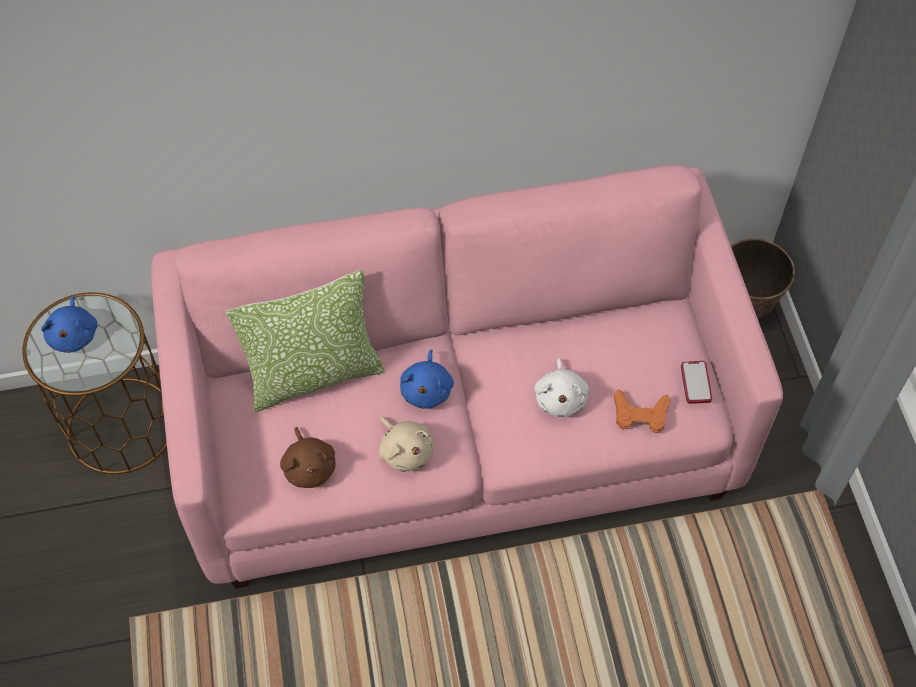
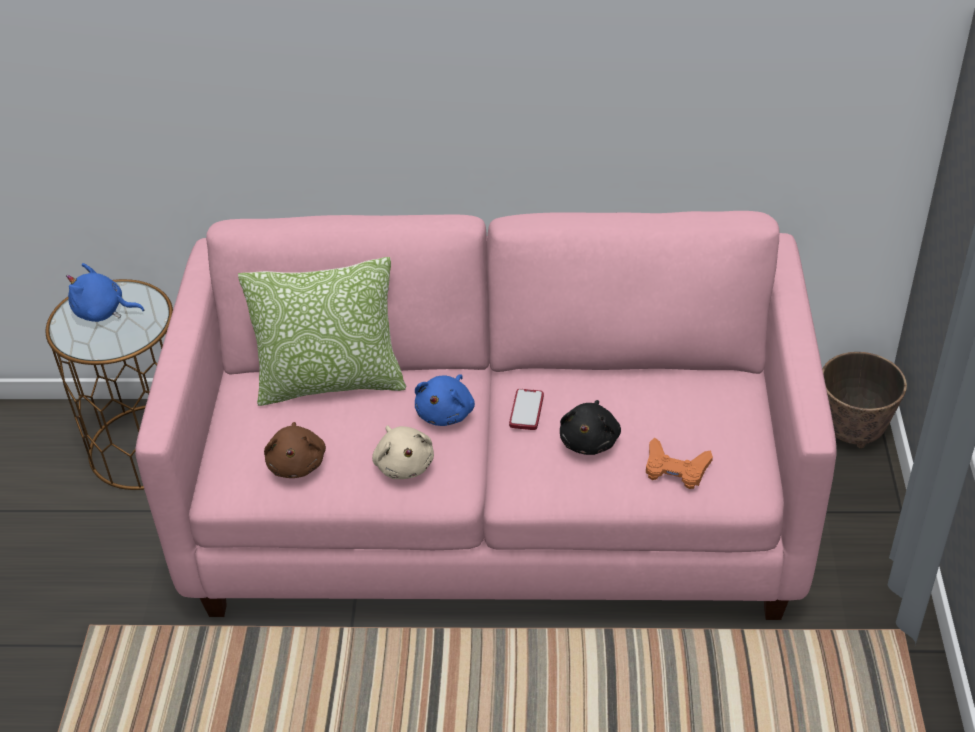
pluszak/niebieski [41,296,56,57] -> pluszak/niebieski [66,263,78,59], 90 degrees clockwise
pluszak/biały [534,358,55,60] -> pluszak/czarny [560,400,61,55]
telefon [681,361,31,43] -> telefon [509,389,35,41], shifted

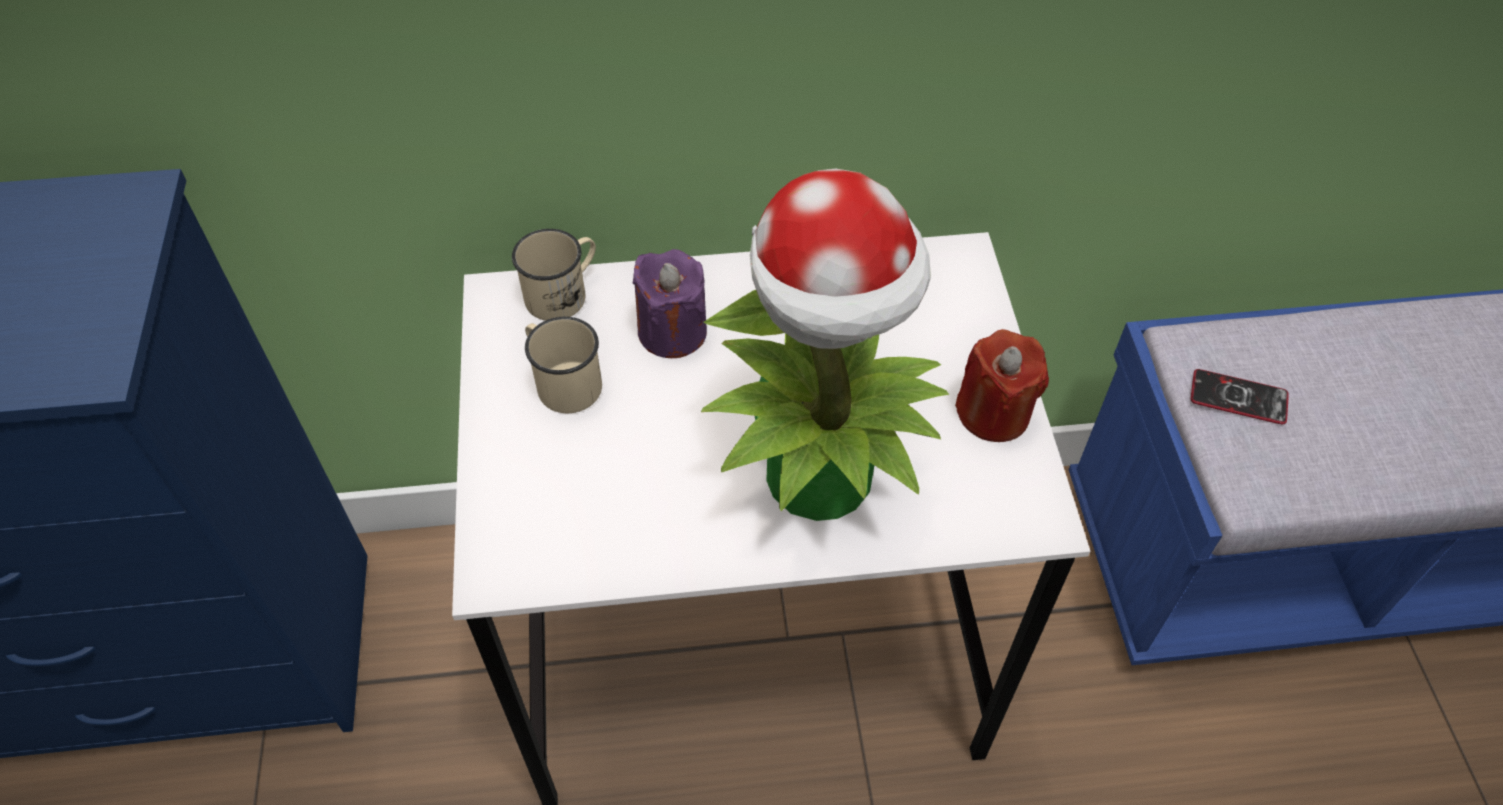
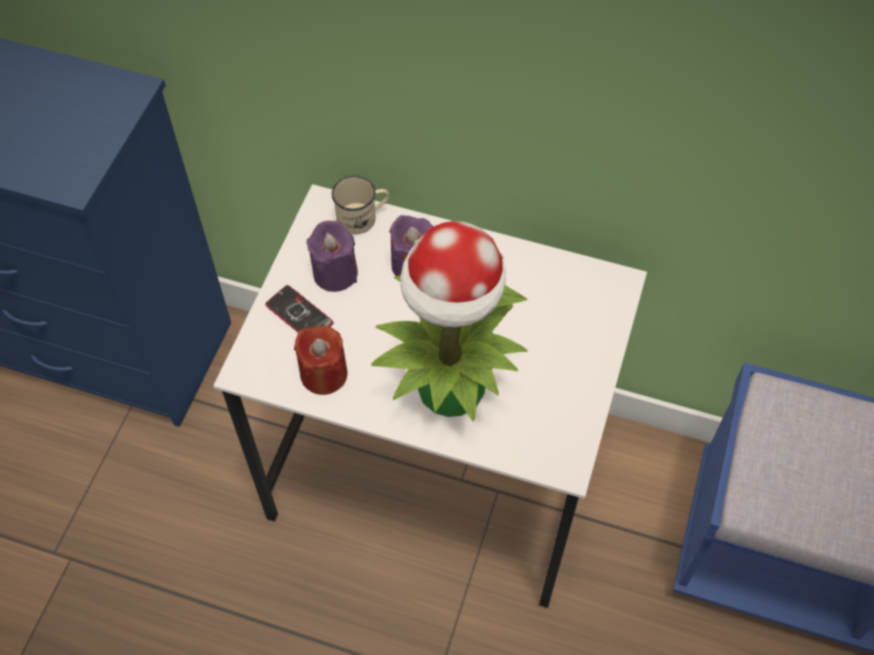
kubek/beżowy [525,317,77,96] -> świeca/fioletowy [306,221,52,71]
świeca/czerwony [955,329,94,113] -> świeca/czerwony [294,325,54,70], shifted
telefon [1191,369,98,56] -> telefon [265,285,68,47], shifted

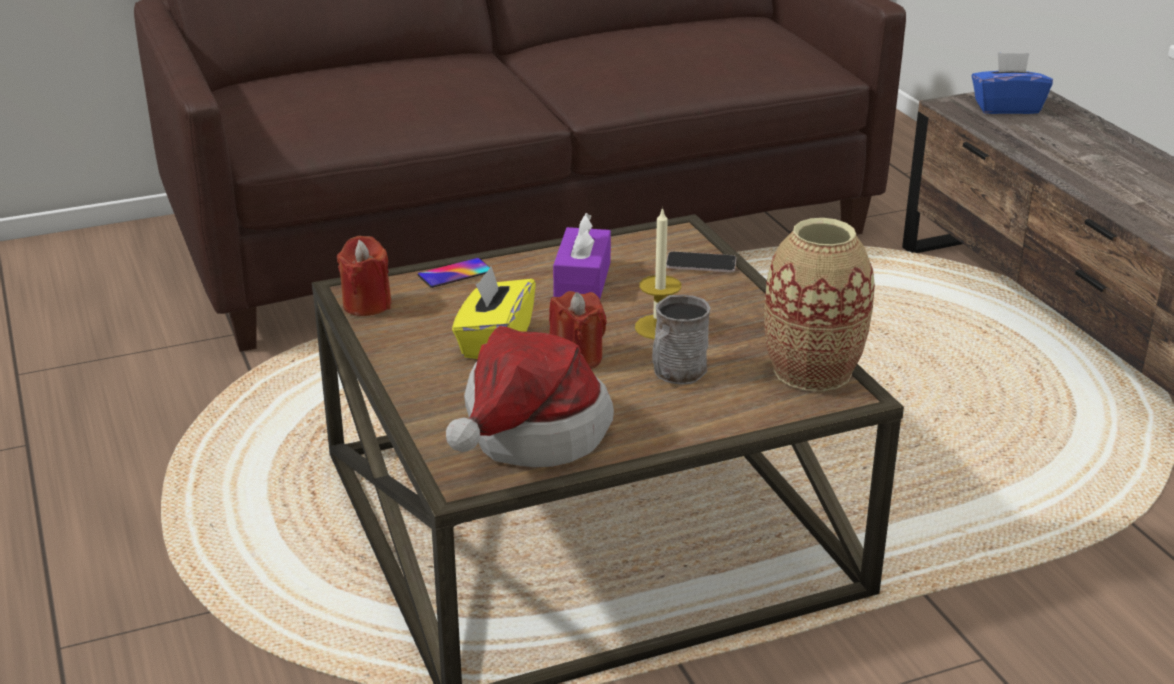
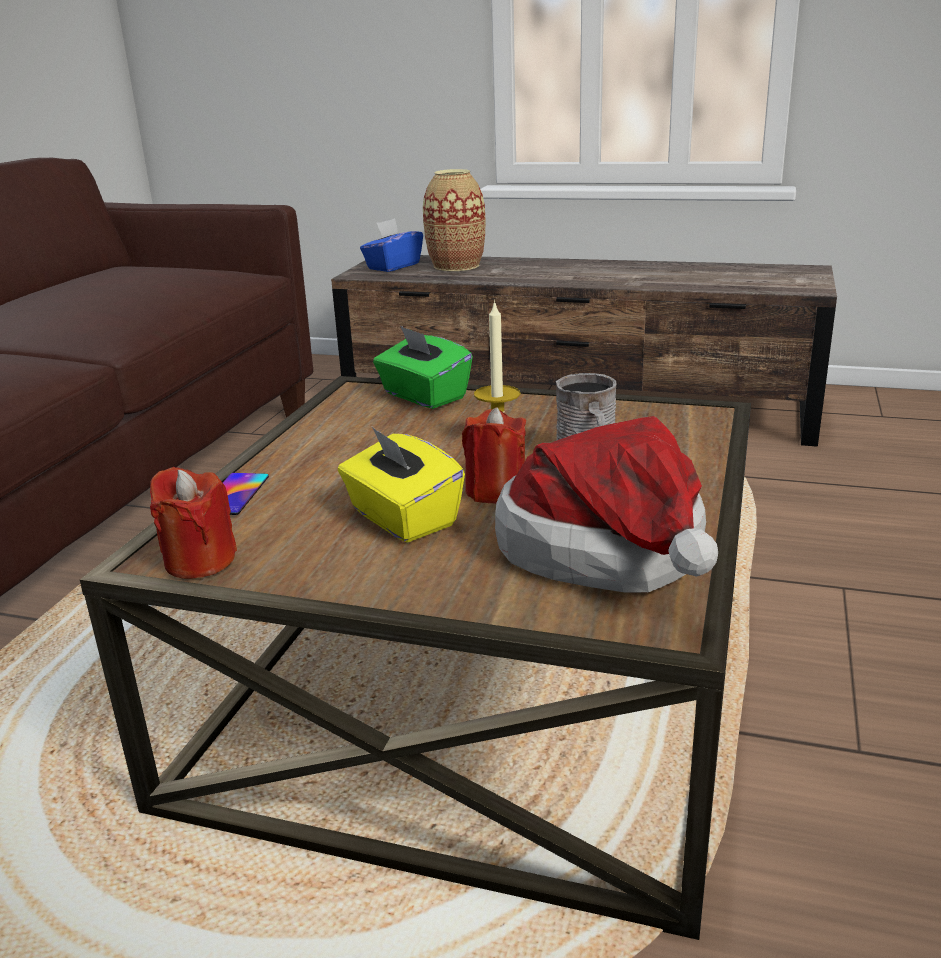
pudełko chusteczek/fioletowy [553,213,58,85] -> none
wazon [764,218,111,173] -> wazon [423,169,63,102], shifted
telefon [666,251,70,21] -> pudełko chusteczek/zielony [373,326,100,83]

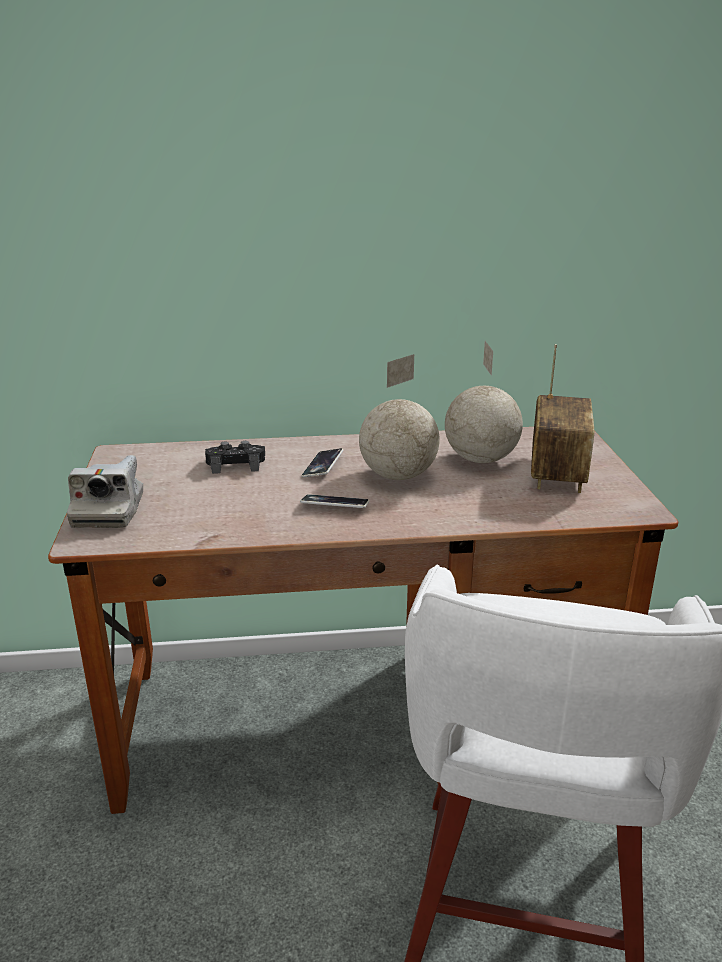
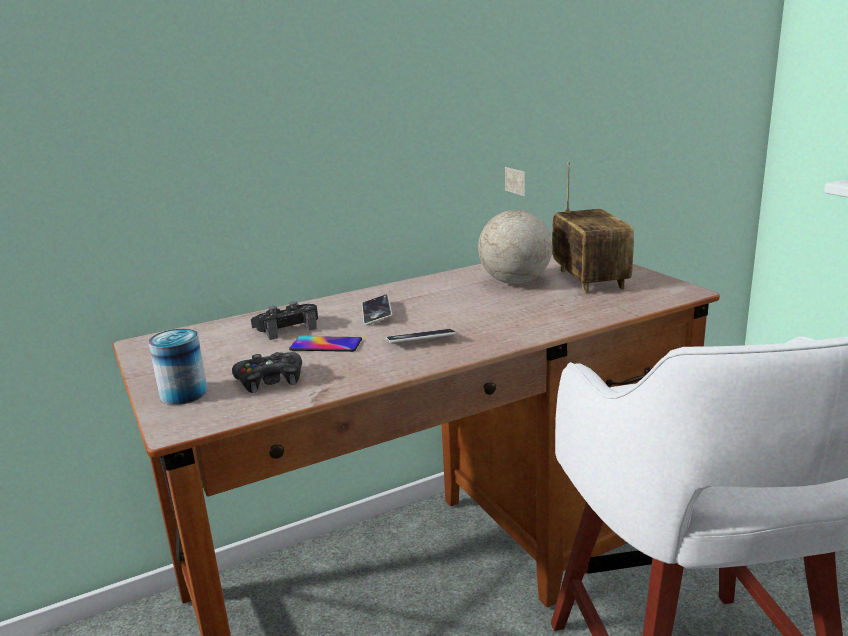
globus [359,354,81,126] -> none
aparat fotograficzny [67,455,76,73] -> puszka [148,329,60,76]
none -> telefon [289,336,73,16]
none -> pad do gier/czarny [232,352,70,41]

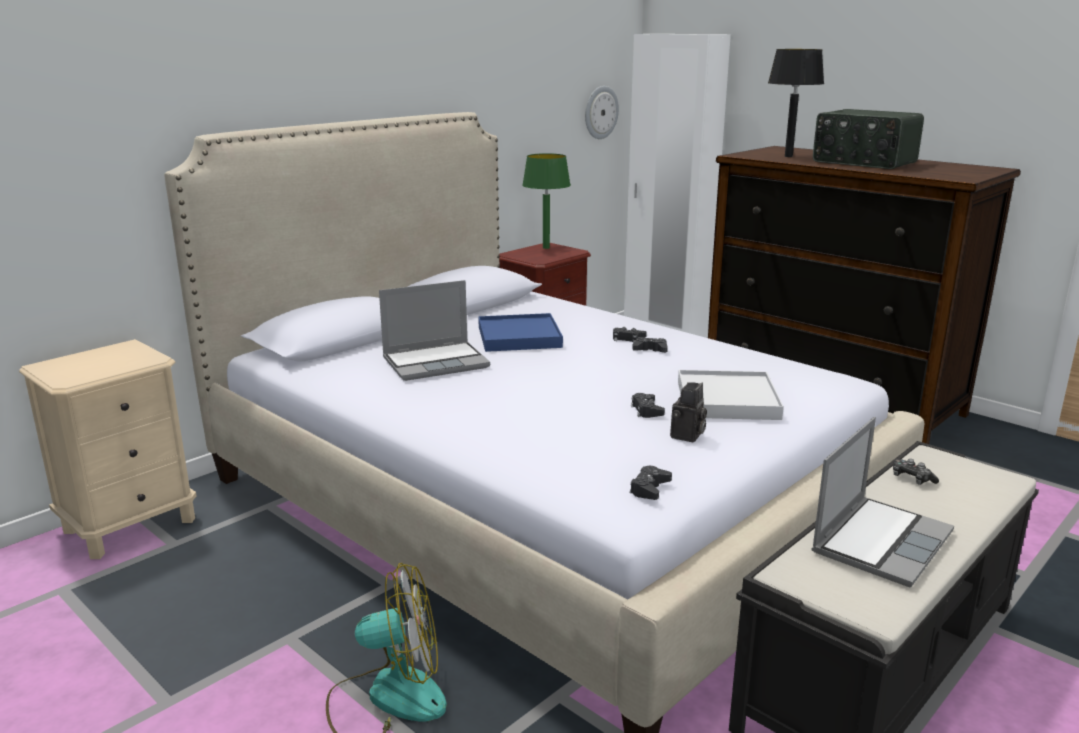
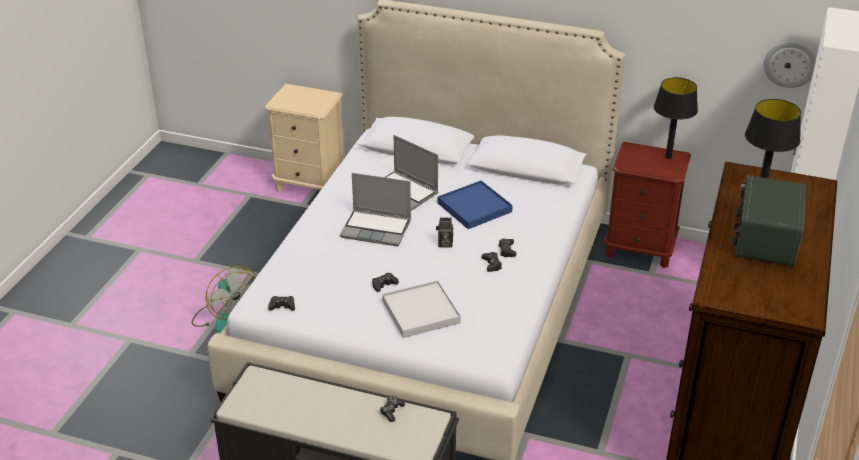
lampa stołowa/zielony [522,153,49,96] -> lampa stołowa/czarny [654,77,44,82]
aparat fotograficzny [670,382,37,60] -> aparat fotograficzny [436,217,17,31], shifted
laptop [811,417,143,170] -> laptop [340,173,71,73], shifted

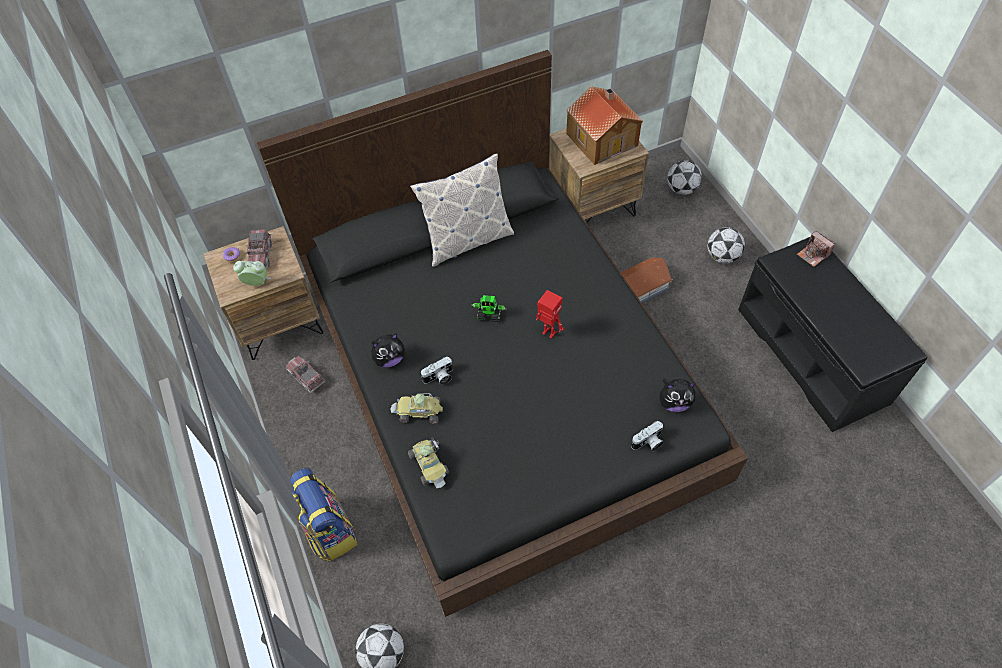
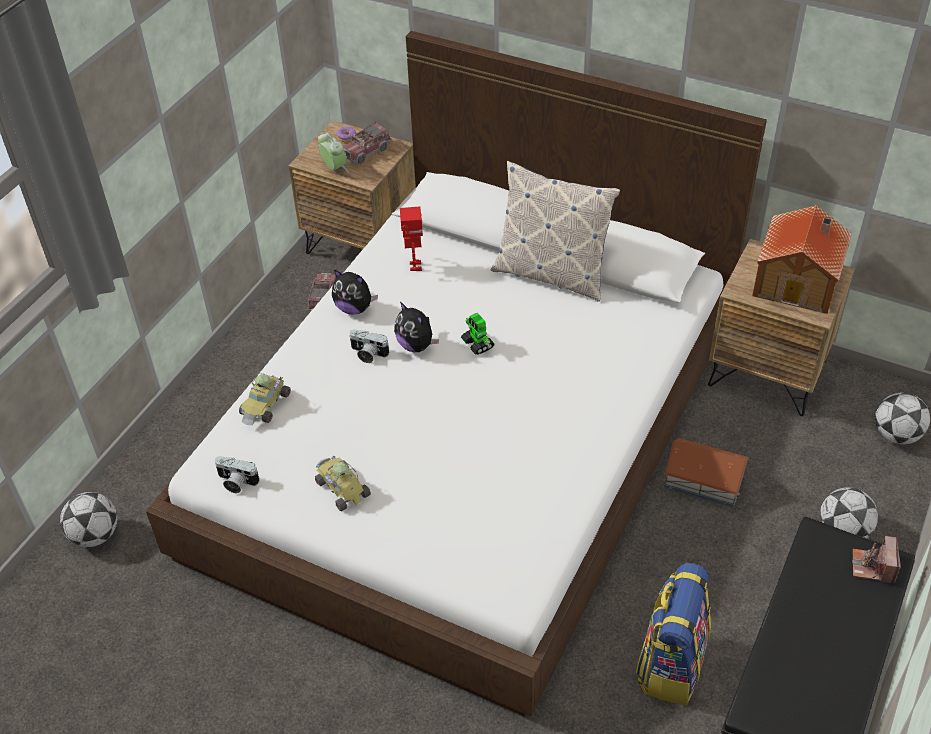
łóżko/czarny [257,50,491,567] -> łóżko/biały [146,31,621,686]
robot zabawkowy [536,290,28,48] -> robot zabawkowy [400,206,23,65], shifted
pluszak [660,378,35,34] -> pluszak [394,302,45,50], shifted
samochodzik [390,393,53,31] -> samochodzik [315,456,56,55], shifted
aparat fotograficzny [631,421,33,30] -> aparat fotograficzny [215,456,45,37], shifted
plecak [290,468,67,94] -> plecak [636,563,75,142], shifted

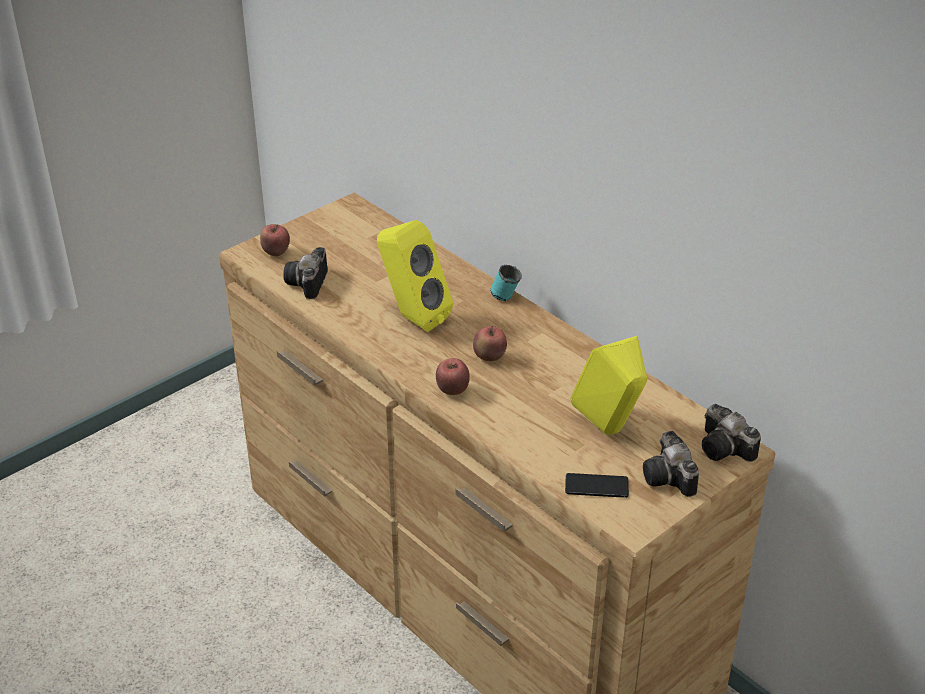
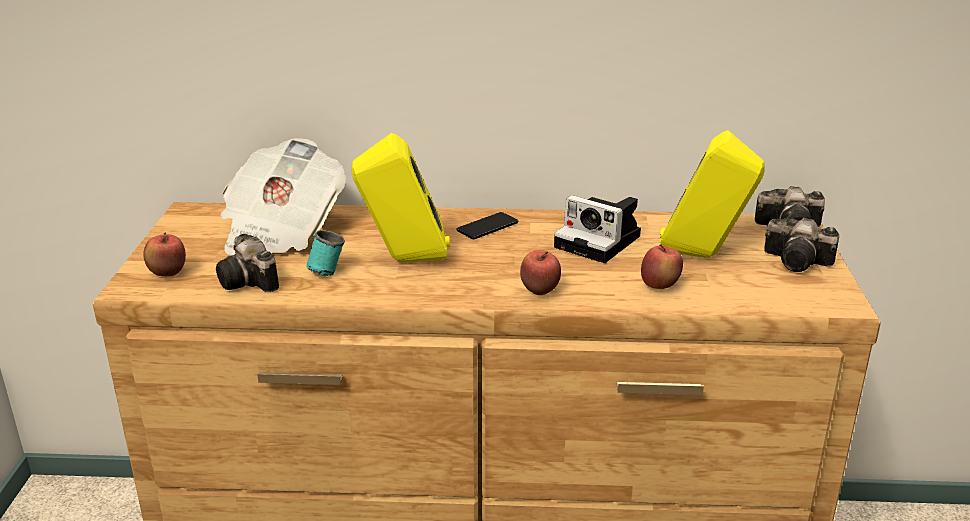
kubek/turkusowy [490,265,32,36] -> kubek/turkusowy [306,230,39,46], shifted
jabłko [473,326,34,35] -> jabłko [641,244,42,45], shifted
telefon [565,473,64,25] -> telefon [457,212,61,27], shifted
none -> gazeta [220,138,126,118]
none -> aparat fotograficzny [554,195,87,68]

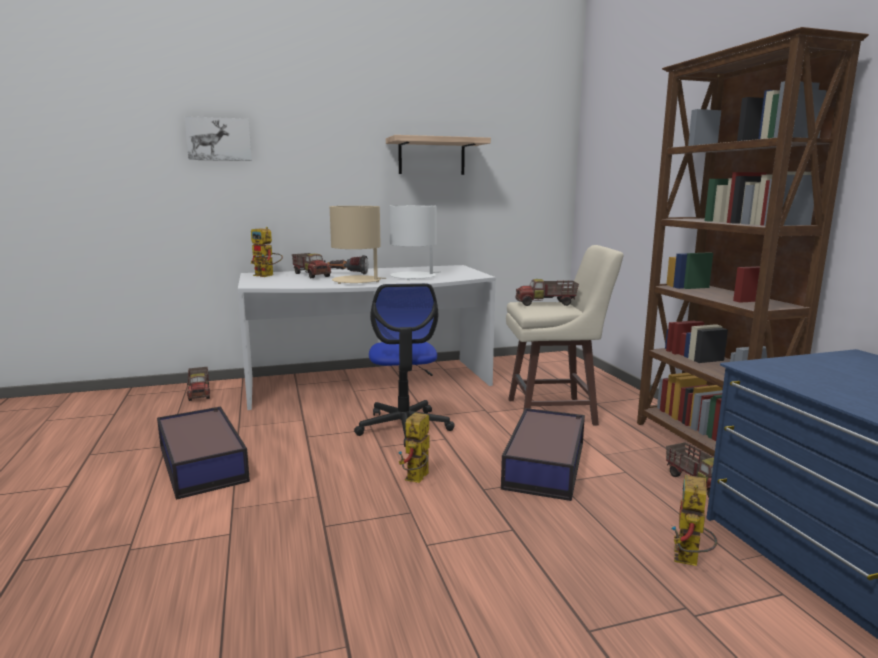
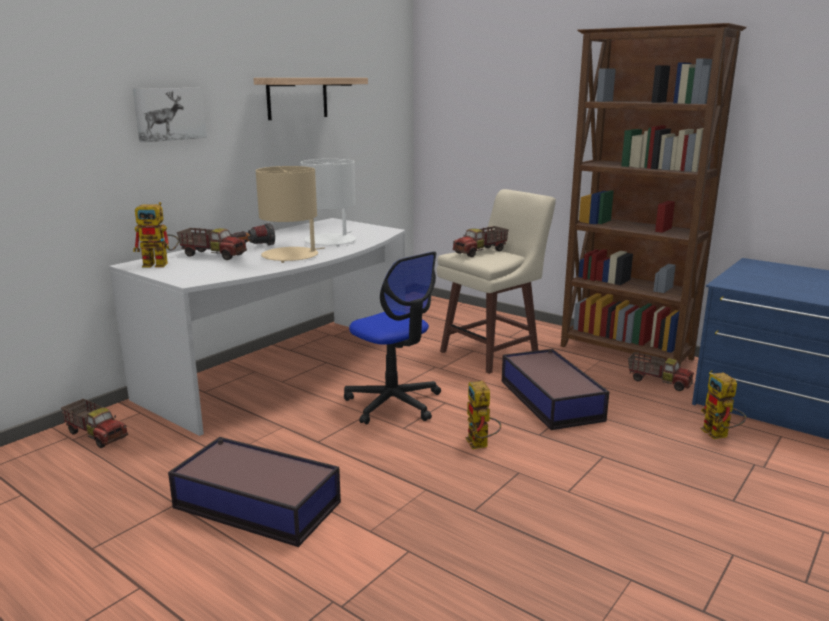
obraz [184,116,68,45] -> obraz [133,88,74,55], shifted

